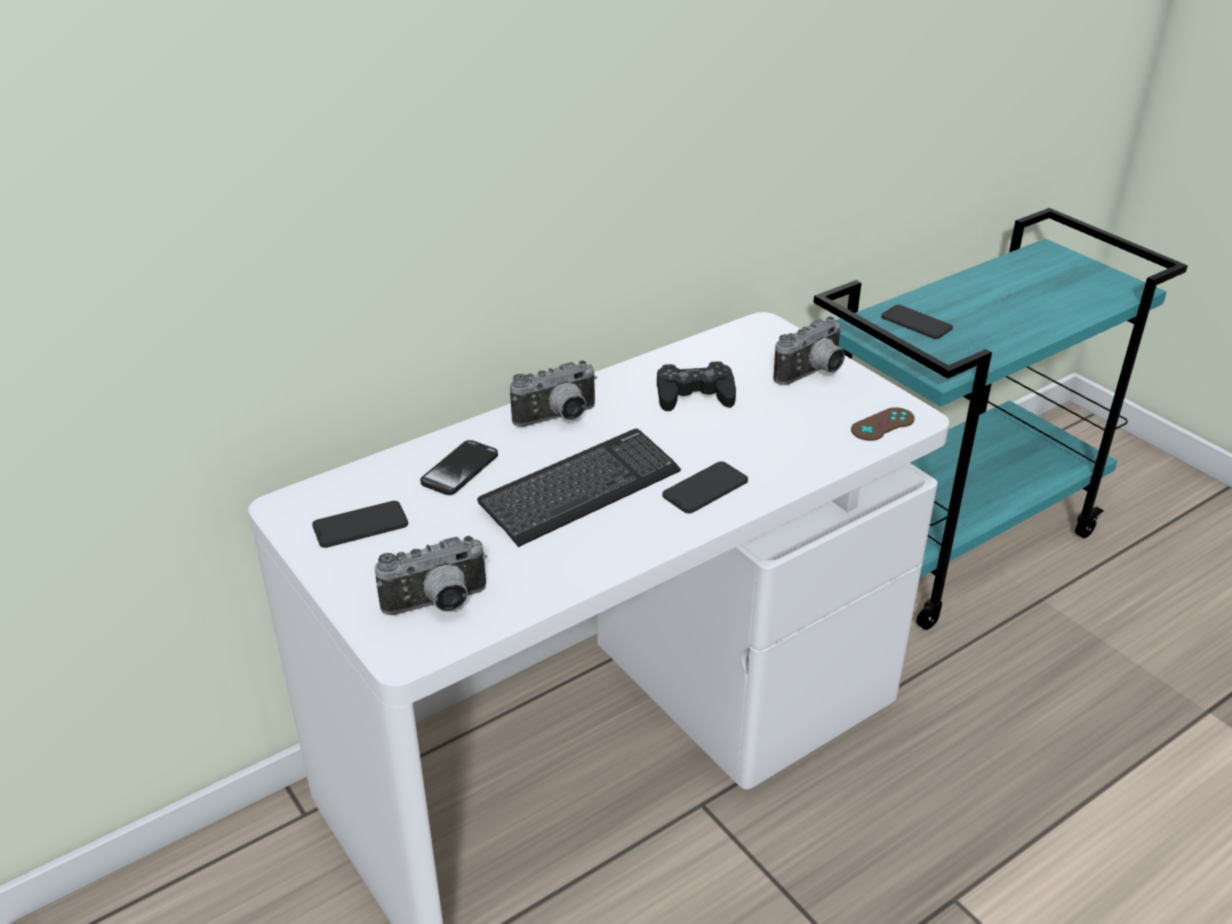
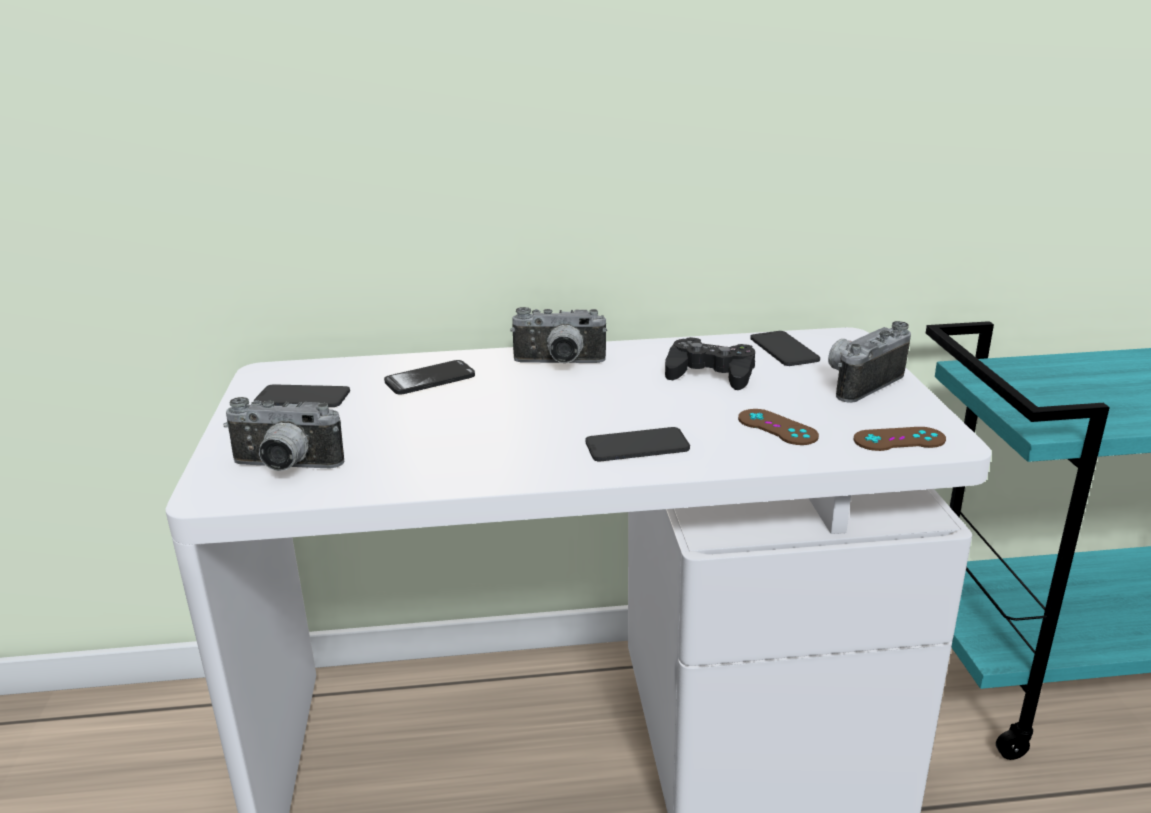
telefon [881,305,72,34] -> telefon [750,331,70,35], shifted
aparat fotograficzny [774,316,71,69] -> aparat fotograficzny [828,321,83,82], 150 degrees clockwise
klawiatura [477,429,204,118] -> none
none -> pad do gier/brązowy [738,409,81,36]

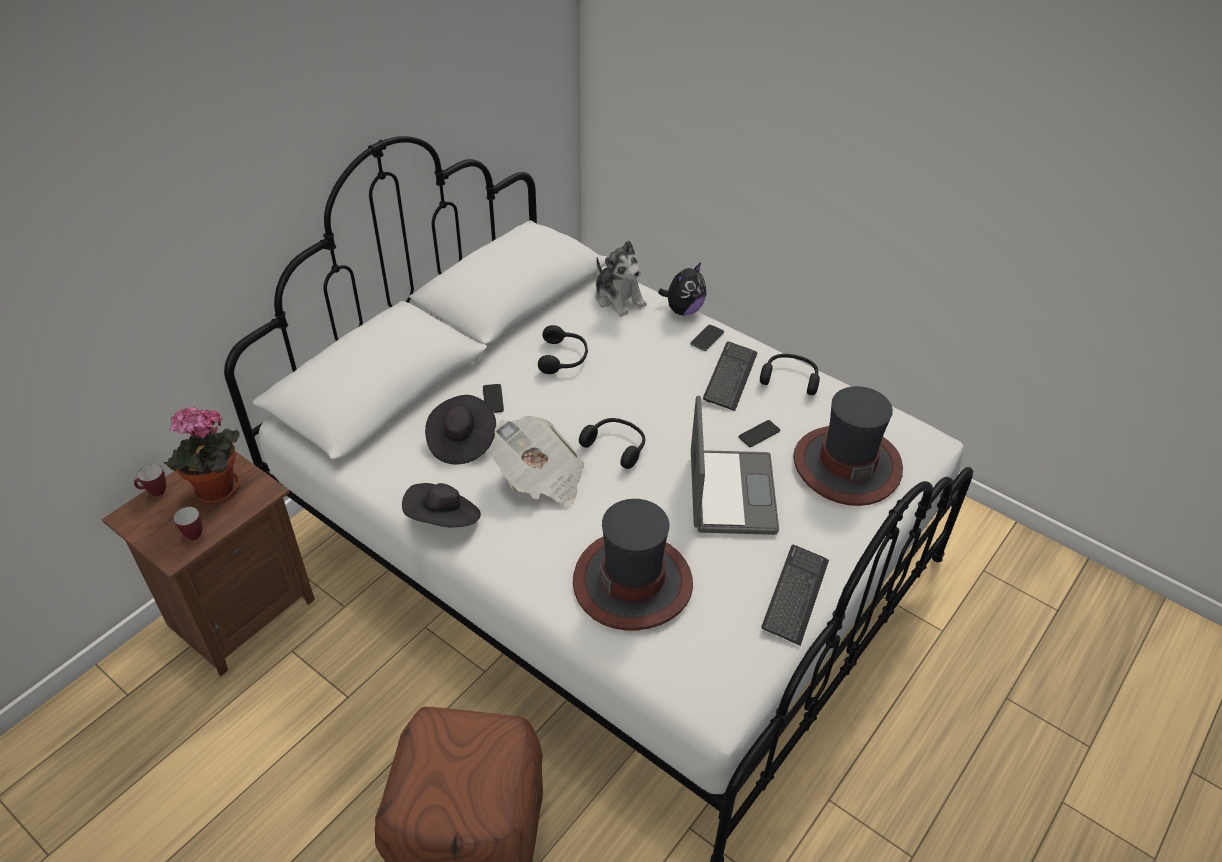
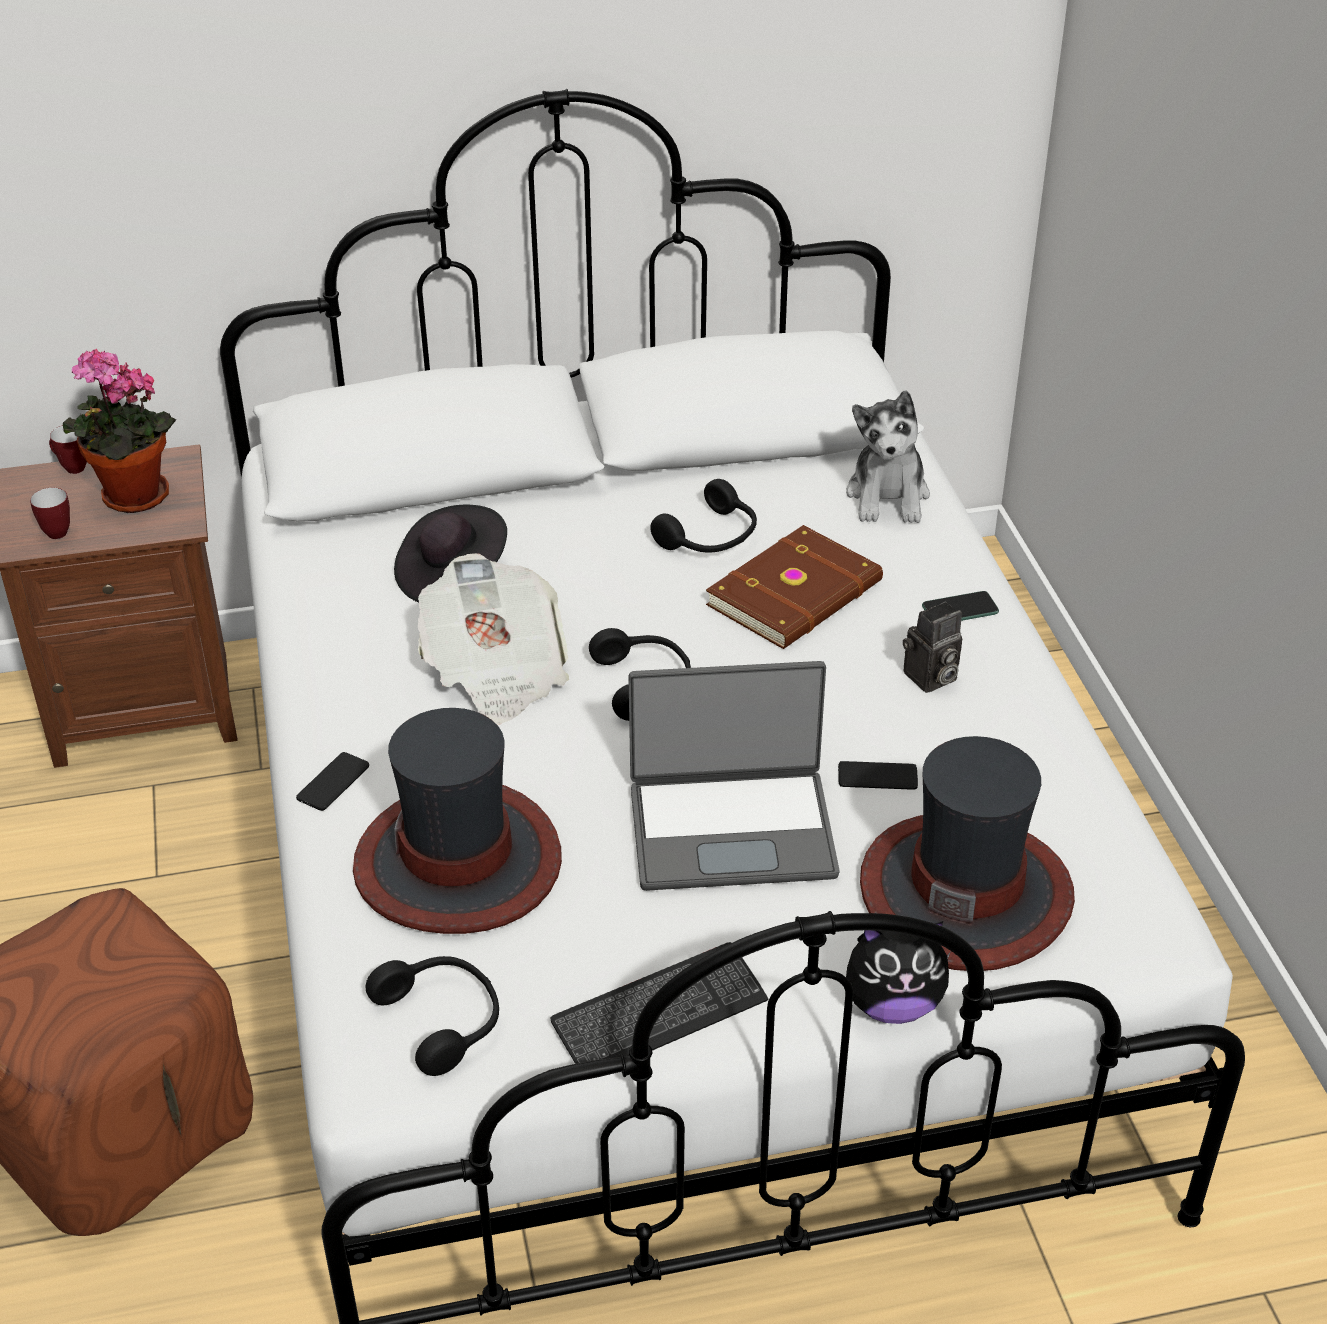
pluszak [658,262,48,53] -> pluszak [846,921,105,103], shifted
klawiatura [703,341,55,70] -> aparat fotograficzny [903,602,59,91]
słuchawki/czarny [760,354,60,41] -> słuchawki/czarny [365,956,134,120], shifted
telefon [483,384,21,29] -> telefon [296,752,73,59], shifted
laptop [691,396,88,139] -> laptop [628,661,212,230], 45 degrees clockwise
kapelusz/czarny [402,483,79,44] -> none
none -> książka/brązowy [706,525,177,124]

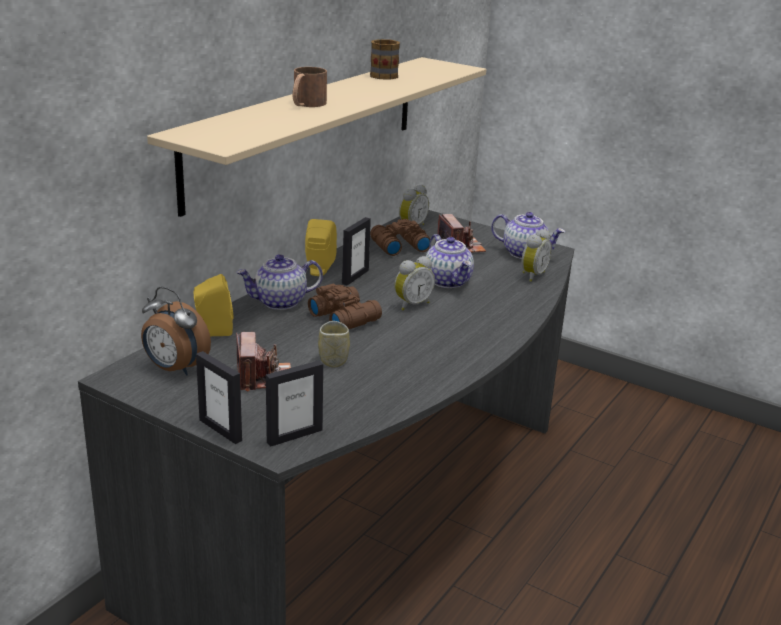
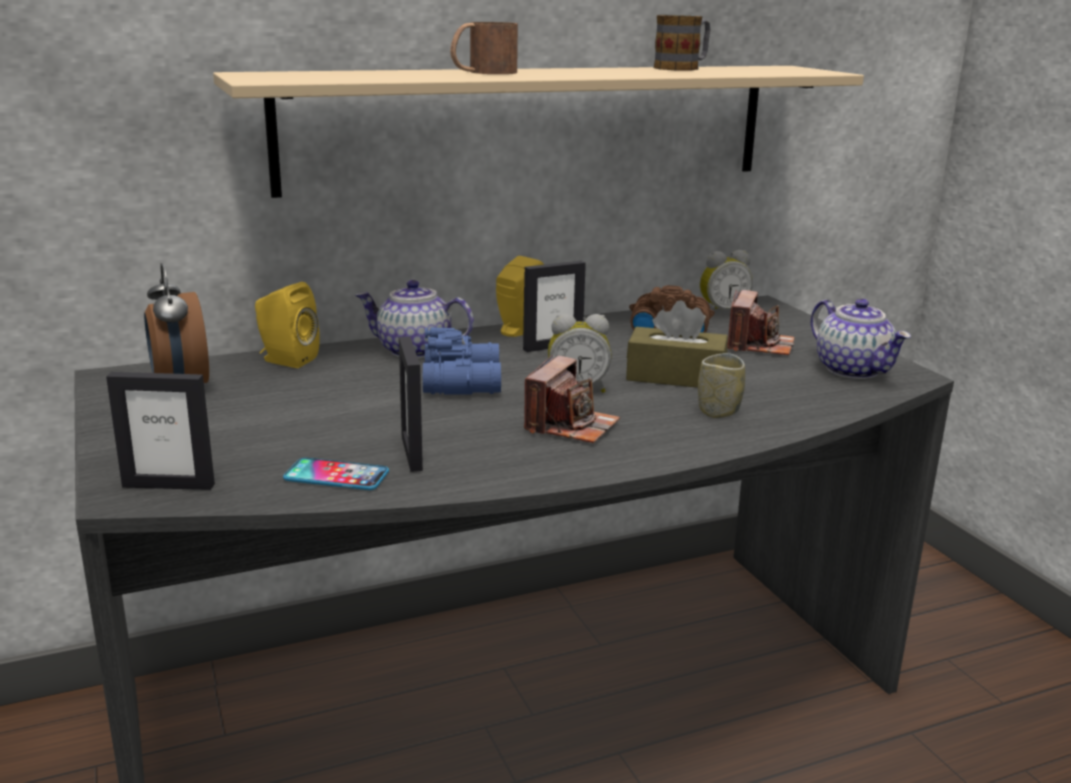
budzik [522,229,30,53] -> none
imbryk [426,234,48,54] -> pudełko chusteczek/brązowy [626,300,102,88]
lornetka/brązowy [308,284,74,45] -> lornetka/niebieski [423,327,78,68]
filiżanka [318,321,32,47] -> filiżanka [698,353,47,65], shifted
aparat fotograficzny [236,332,55,60] -> aparat fotograficzny [524,355,96,88], shifted
ramka na zdjęcie [196,351,46,93] -> ramka na zdjęcie [399,336,24,136], shifted
none -> telefon [283,458,106,32]

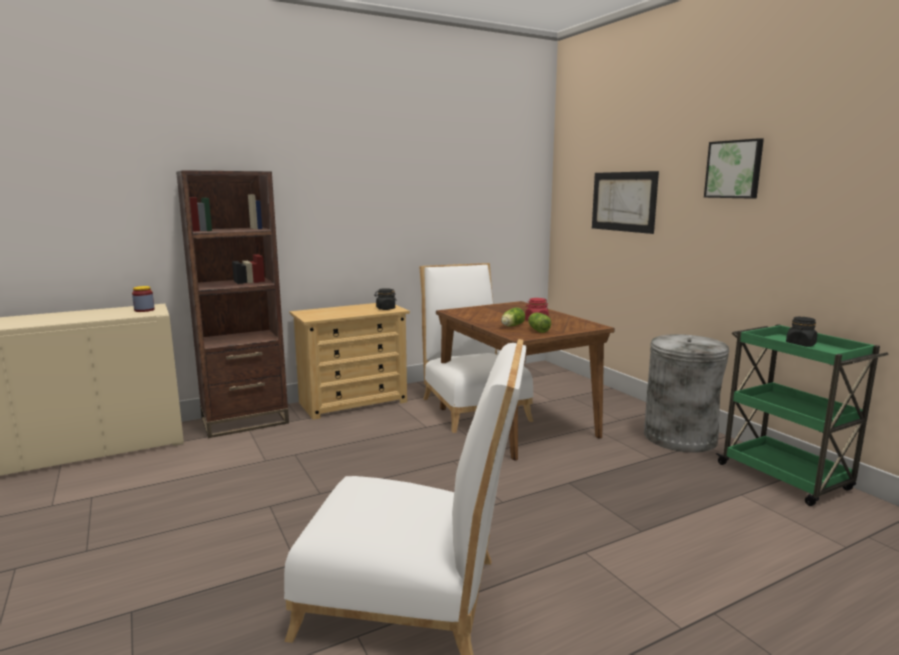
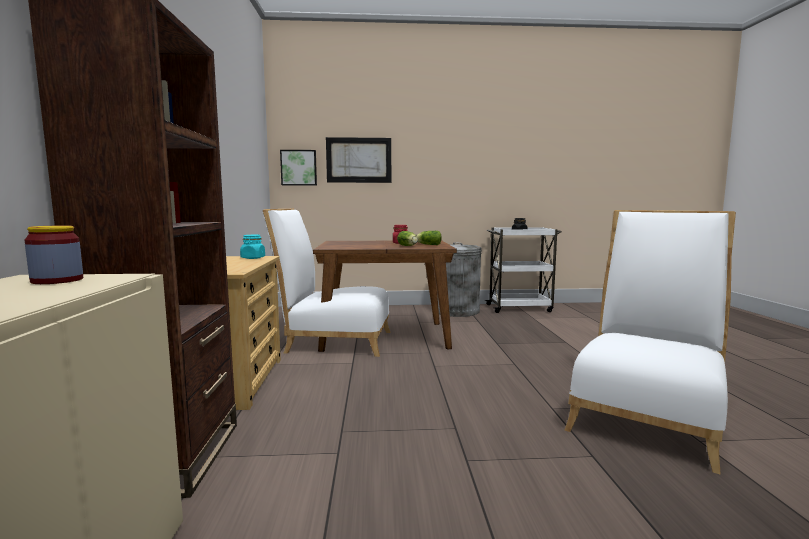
obraz [704,138,60,61] -> obraz [280,150,37,36], shifted
słoik/czarny [374,288,22,22] -> słoik/turkusowy [240,235,25,24]
wózek/zielony [716,324,173,182] -> wózek/biały [485,227,77,86]

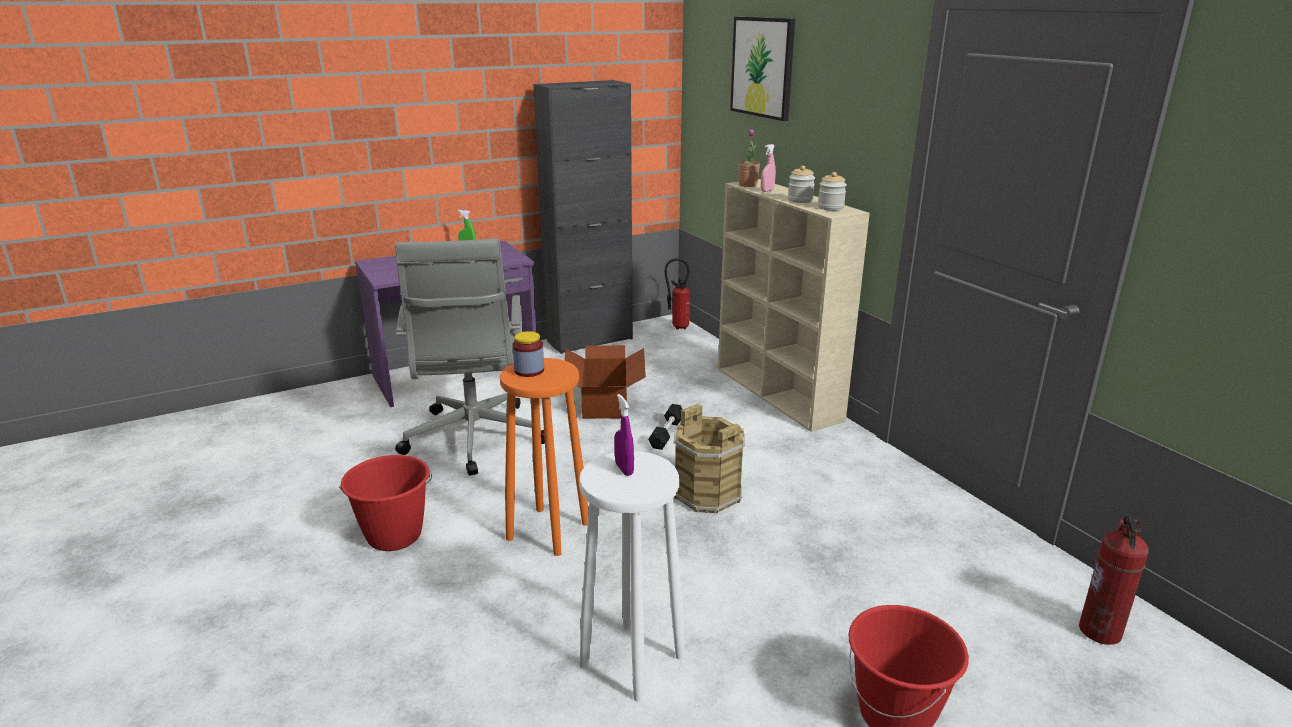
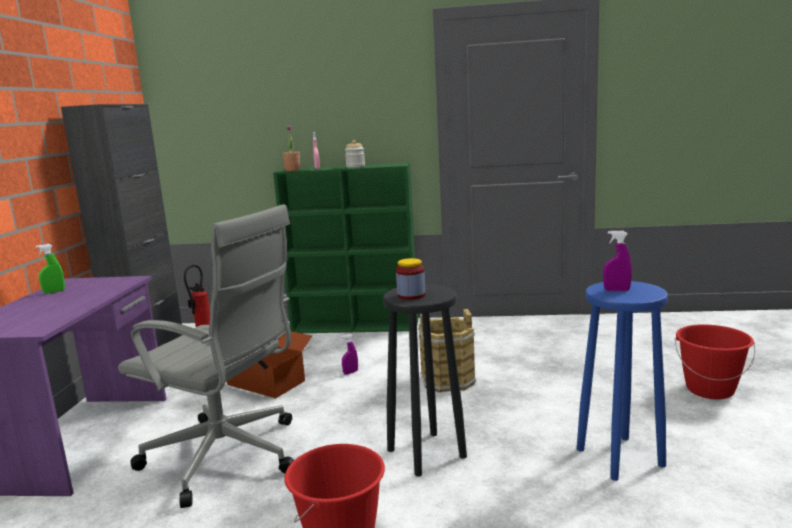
obraz [730,17,65,104] -> none
słoik [818,172,29,39] -> none
regał/beżowy [718,179,152,253] -> regał/zielony [273,163,145,170]
stołek/pomarańczowy [500,358,89,198] -> stołek/czarny [383,284,84,193]
hantel/czarny [648,404,35,46] -> spryskiwacz/fioletowy [342,334,16,41]
stołek/biały [579,451,106,251] -> stołek/niebieski [577,281,91,200]
gaśnica [1079,516,70,129] -> none

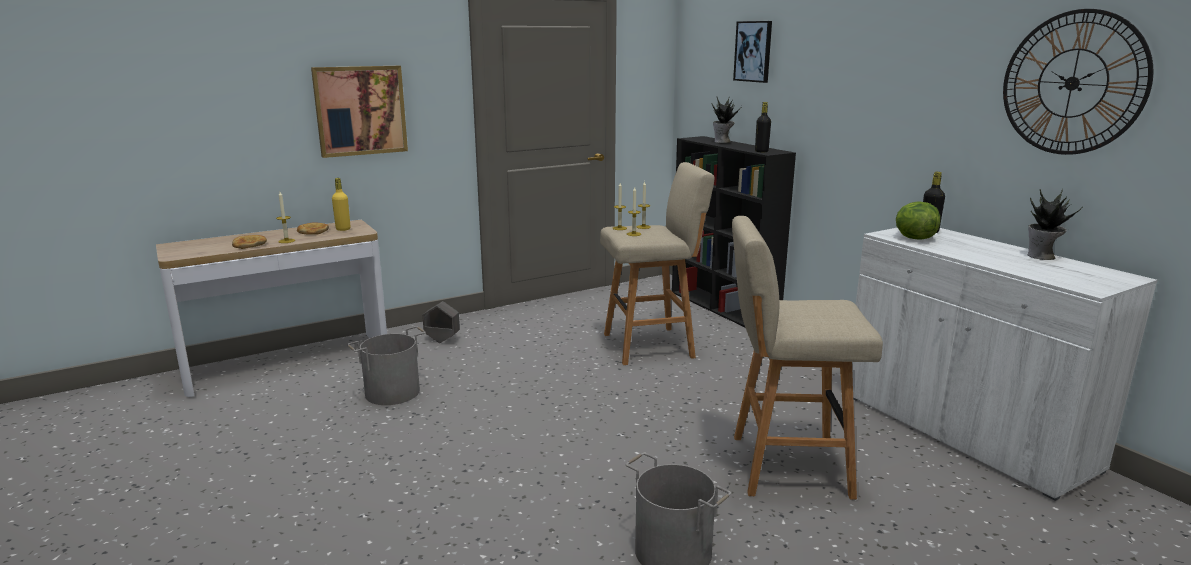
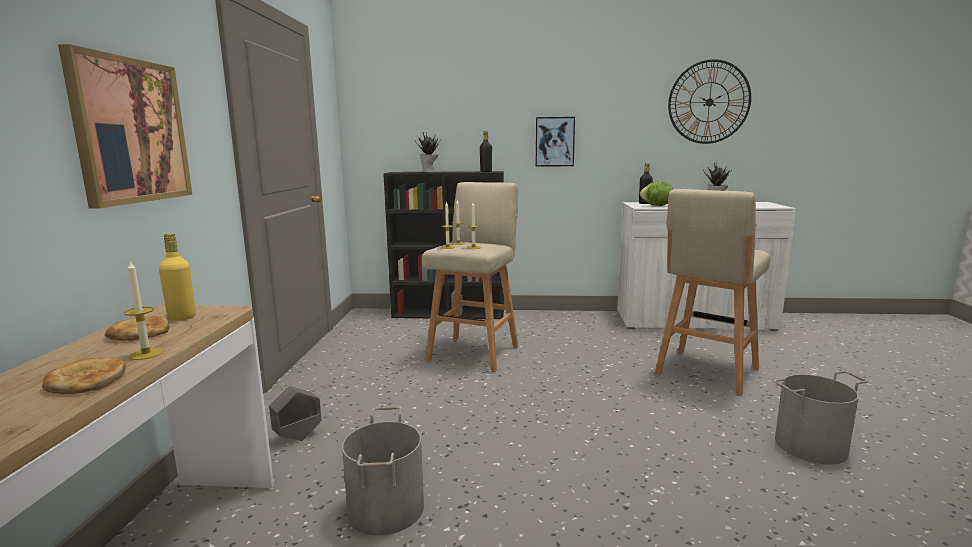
obraz [733,21,39,62] -> obraz [536,117,39,50], shifted

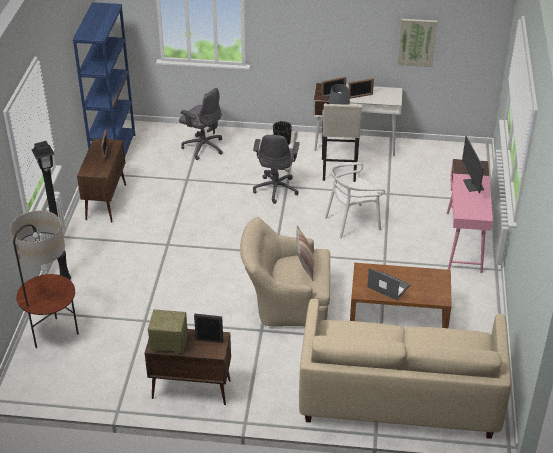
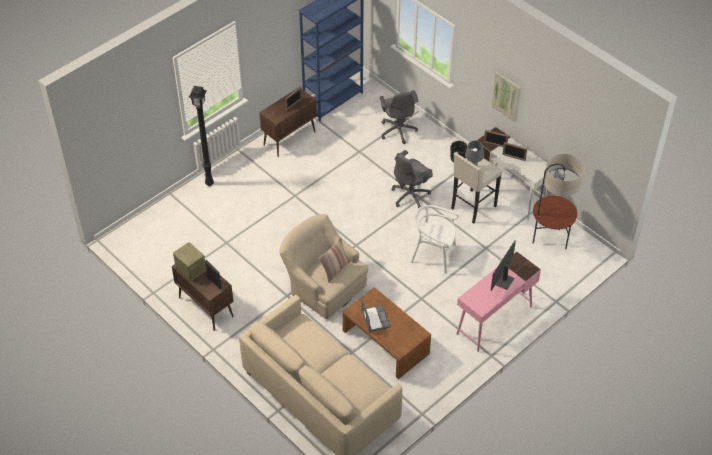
obraz [398,19,39,48] -> obraz [492,72,29,50], shifted
lampa stojąca [10,211,69,137] -> lampa stojąca [533,154,51,95], shifted

